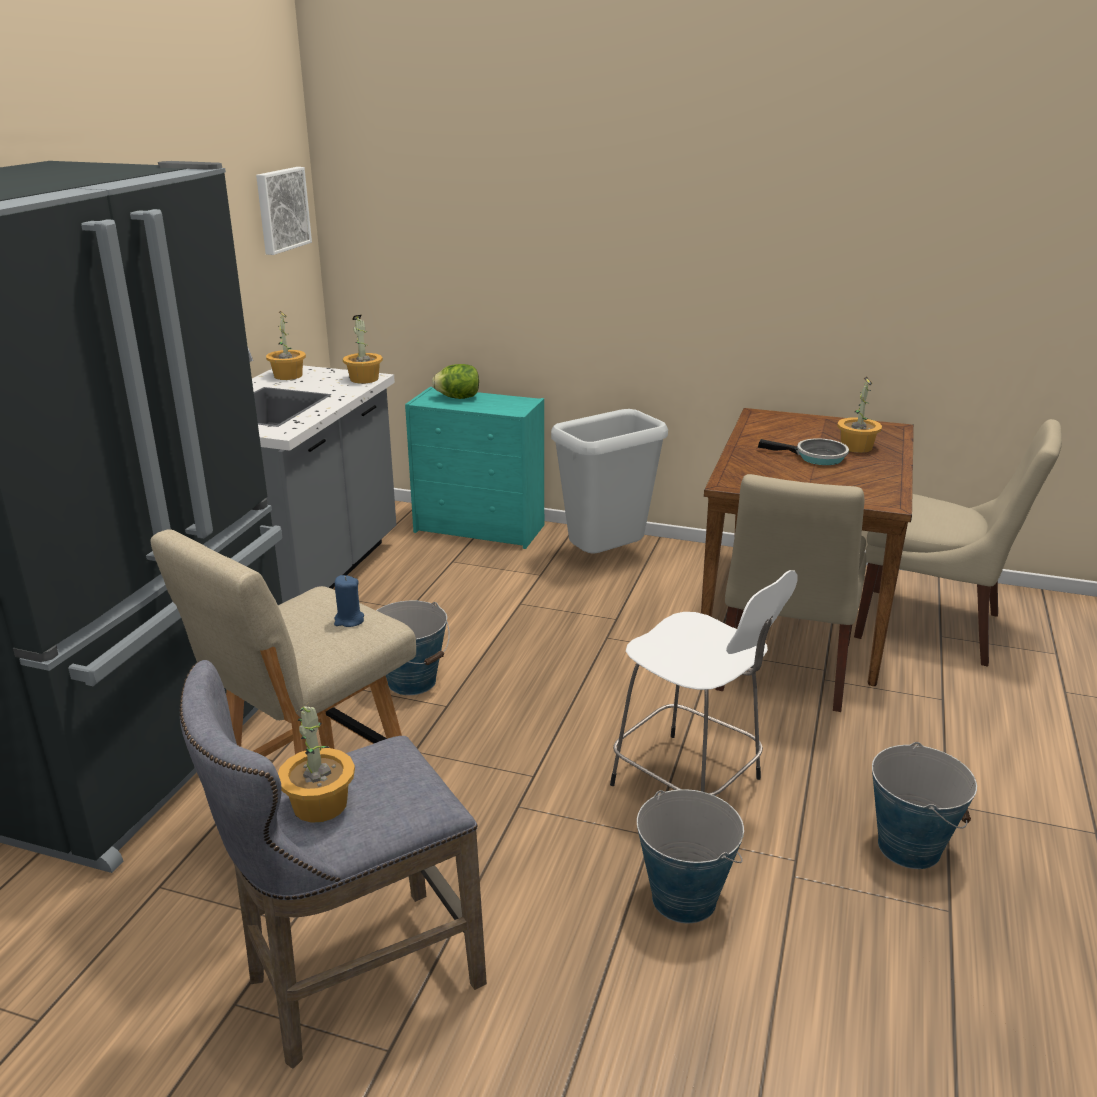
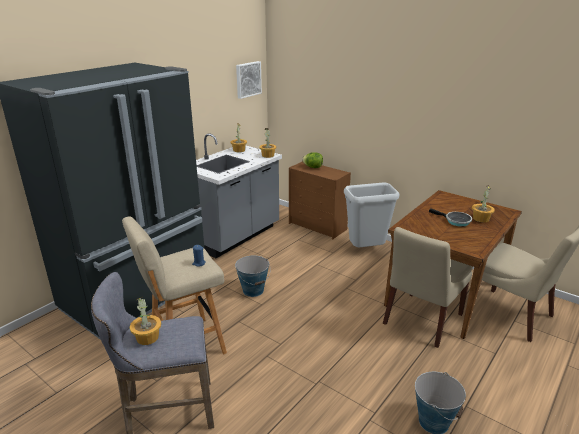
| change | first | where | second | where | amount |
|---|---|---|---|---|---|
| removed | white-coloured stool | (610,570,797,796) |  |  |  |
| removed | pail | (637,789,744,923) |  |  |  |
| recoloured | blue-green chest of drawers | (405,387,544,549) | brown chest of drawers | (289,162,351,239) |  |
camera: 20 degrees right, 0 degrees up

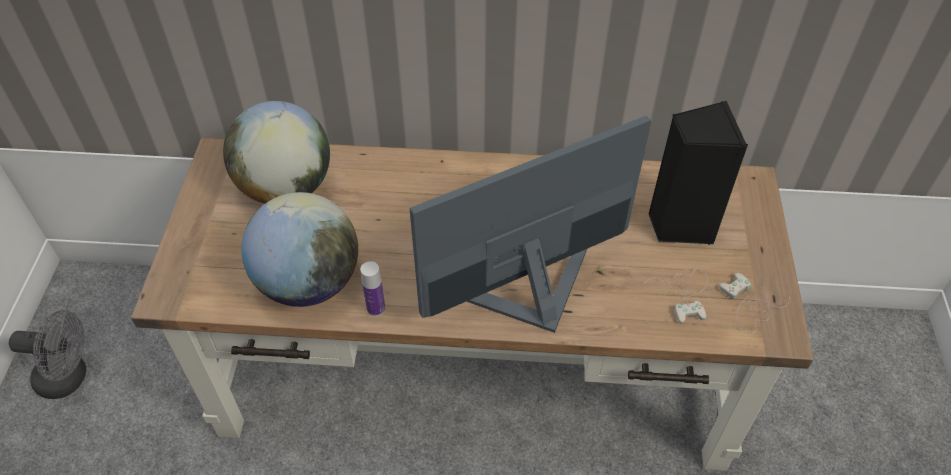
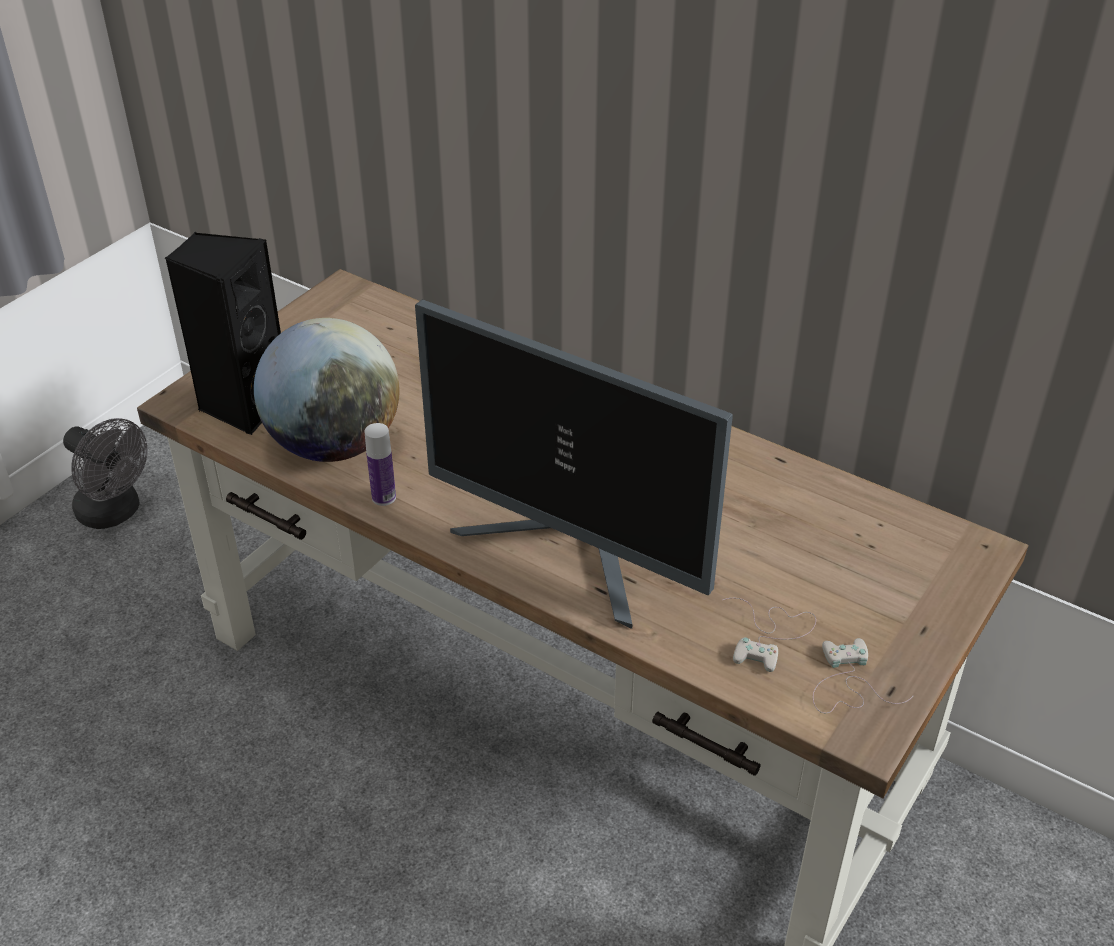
| change | first | where | second | where | amount |
|---|---|---|---|---|---|
| removed | world globe | (223,101,330,204) |  |  |  |
| moved | black audio speaker | (648,101,748,245) |  | (165,232,281,435) |  |
| turned | computer display | (410,116,651,333) |  | (415,300,733,629) | 150 degrees counterclockwise |
camera: 30 degrees right, 10 degrees down

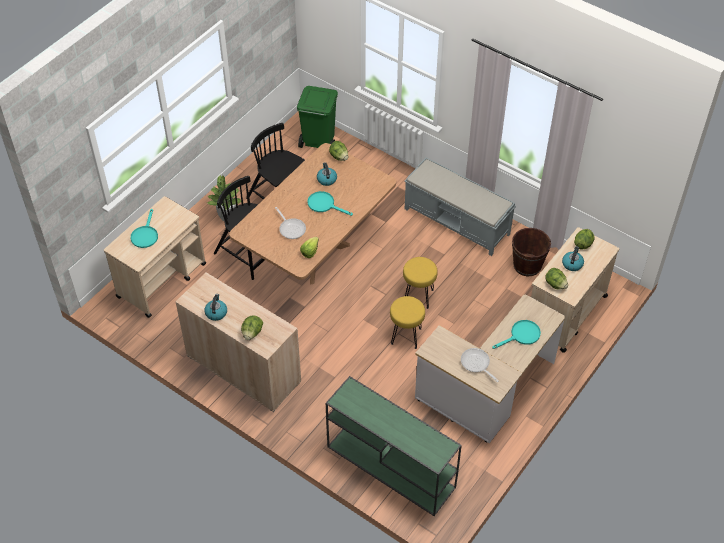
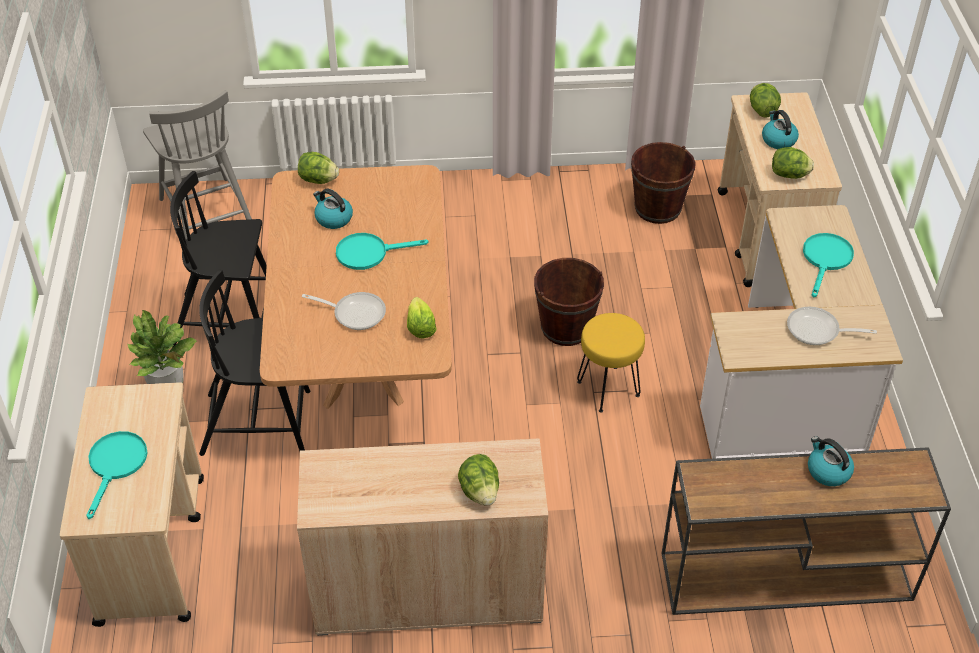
| change | first | where | second | where | amount |
|---|---|---|---|---|---|
| removed | gray long seat | (404,157,516,256) |  |  |  |
| moved | kettle | (204,294,227,321) |  | (808,436,854,486) |  |
| replaced | greenish rubbish bin | (297,86,338,148) | gray plain chair | (143,90,252,240) |  |
| replaced | yellow-coloured stool | (403,257,438,309) | brown pail | (534,258,604,346) |  |
| recoloured | greenish console table | (326,376,462,516) | brown console table | (662,447,951,615) |  |
| turned | blue-green skillet | (131,209,158,248) |  | (86,431,147,519) | 135 degrees counterclockwise |
camera: 40 degrees left, 5 degrees down

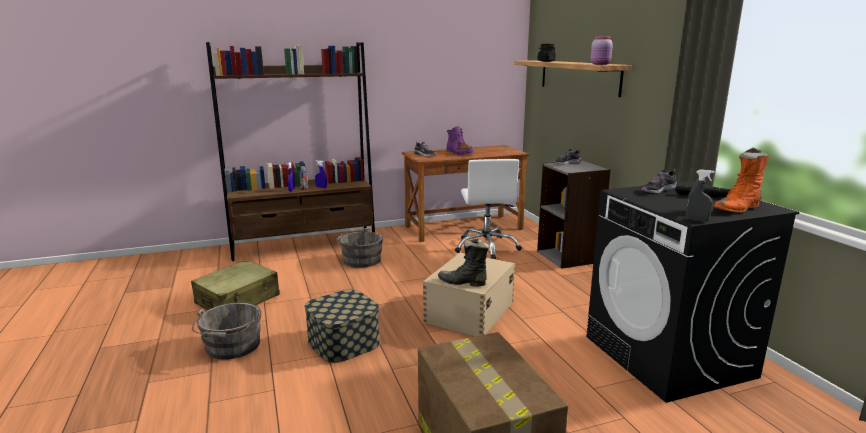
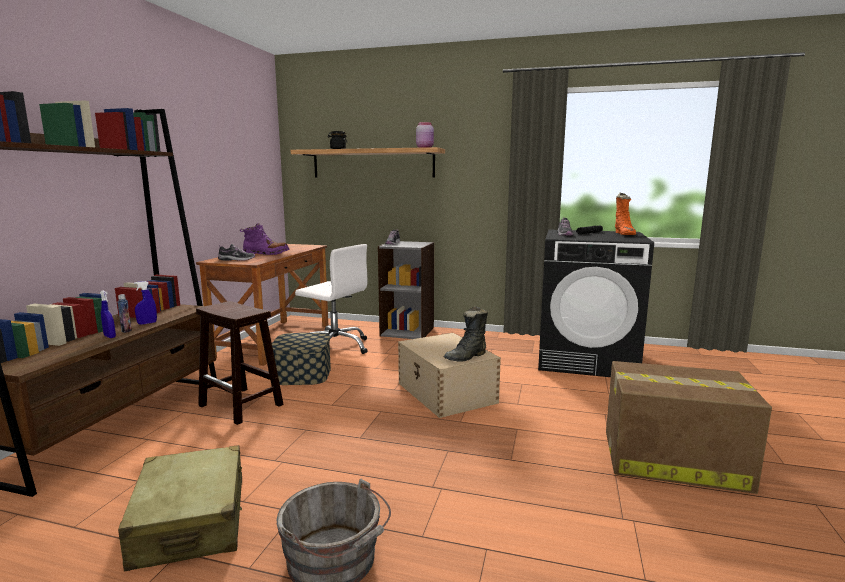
| change | first | where | second | where | amount |
|---|---|---|---|---|---|
| removed | gray sprayer | (686,169,714,222) |  |  |  |
| moved | storage box | (304,290,380,363) |  | (272,333,331,385) |  |
| replaced | gray pail | (335,228,383,268) | brown stool | (196,301,283,425) |  |
camera: 55 degrees left, 5 degrees down

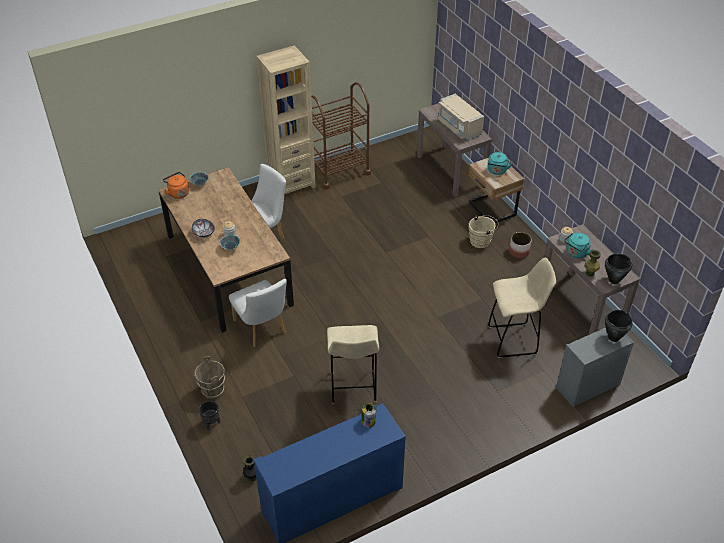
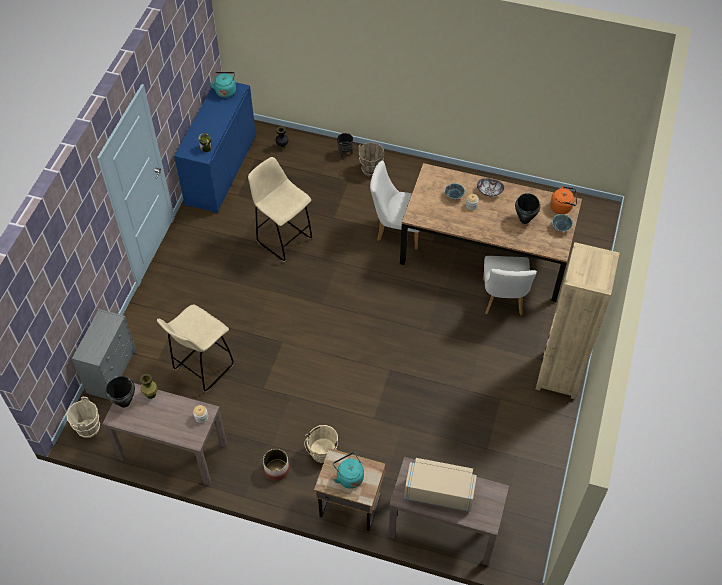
| change | first | where | second | where | amount |
|---|---|---|---|---|---|
| removed | brown wheeled cart | (311,82,371,190) |  |  |  |
| added |  |  | beige pail | (66,397,100,438) |  |
| moved | blue-green kettle | (564,233,593,258) |  | (209,72,236,98) |  |
| moved | black cooking pot | (605,310,632,342) |  | (515,193,540,224) |  |
camera: 135 degrees right, 10 degrees up

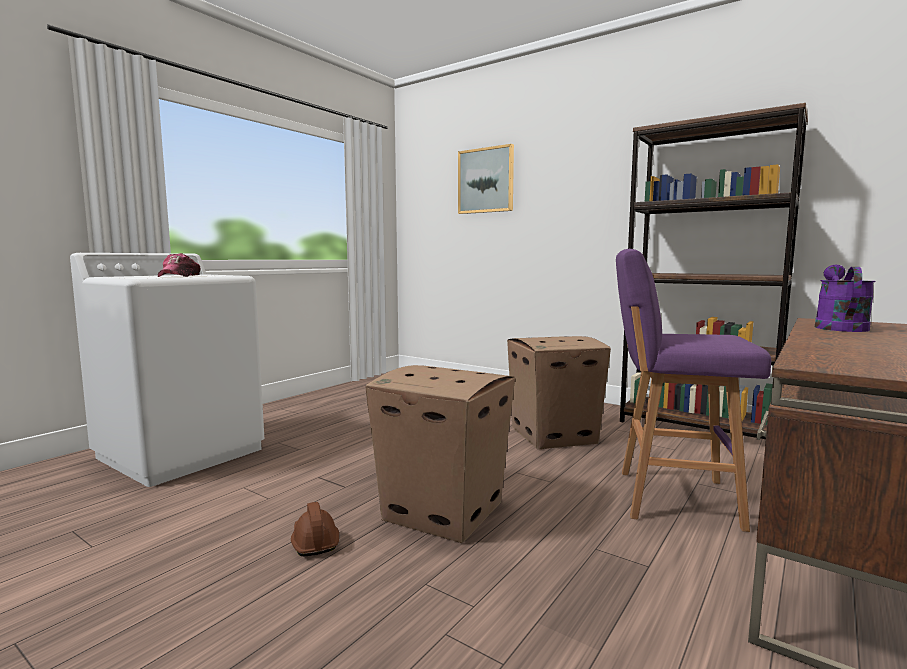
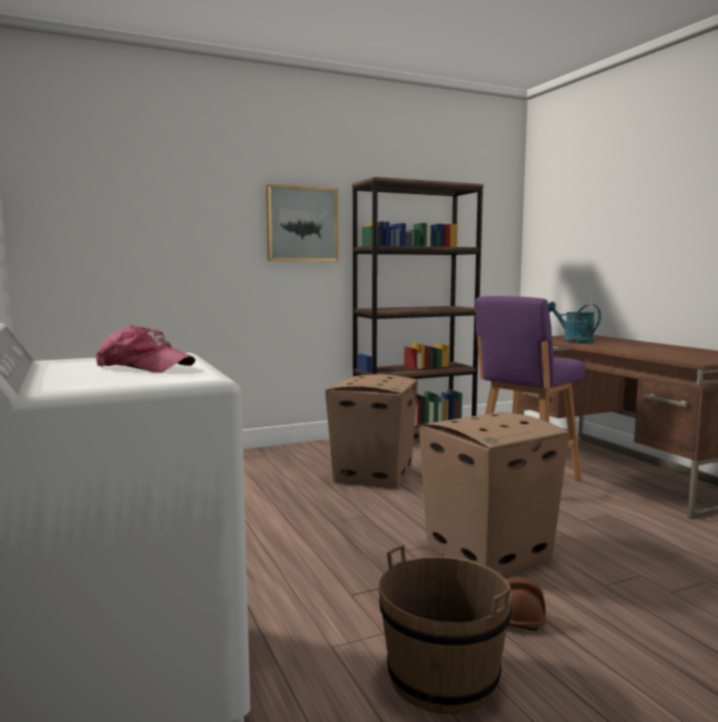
| change | first | where | second | where | amount |
|---|---|---|---|---|---|
| added |  |  | brown pail | (379,545,512,714) |  |
| moved | picture | (458,144,514,214) |  | (266,184,338,261) |  |
| recoloured | purple watering can | (815,265,876,332) | blue-green watering can | (548,302,601,344) |  |
camera: 60 degrees left, 0 degrees up

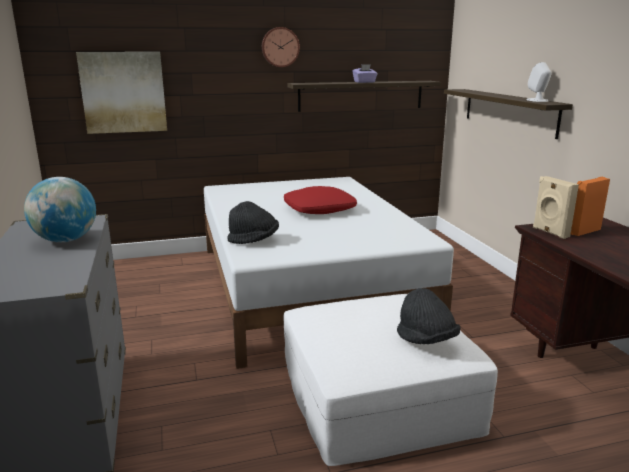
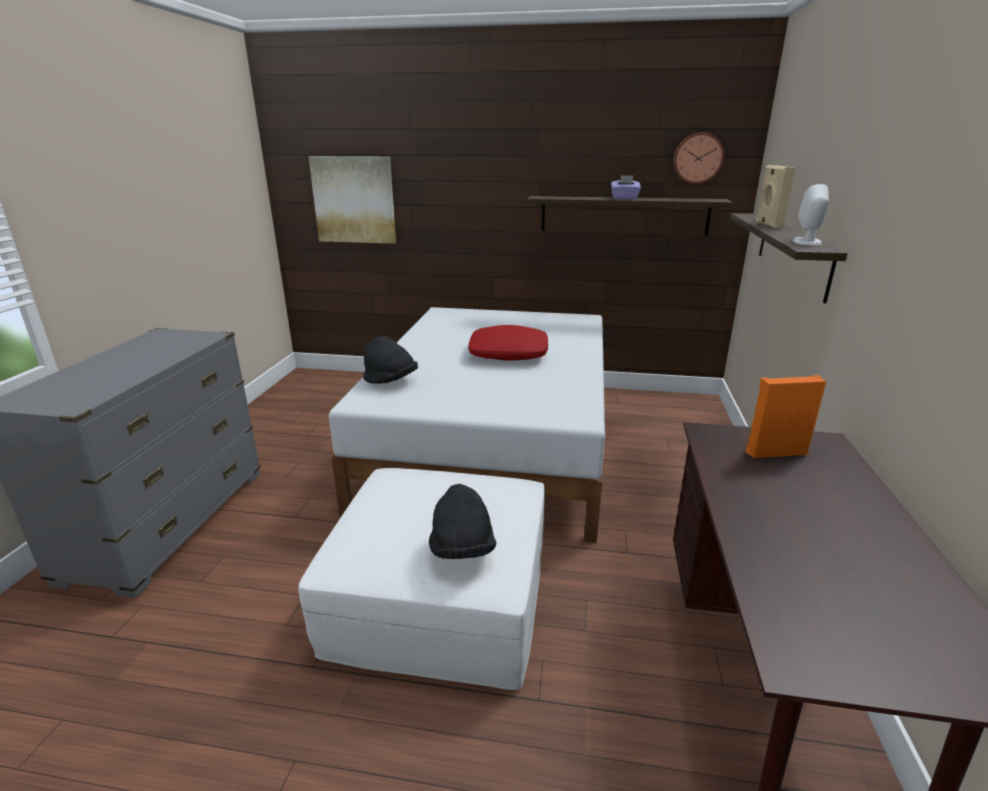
| change | first | where | second | where | amount |
|---|---|---|---|---|---|
| removed | world globe | (24,177,96,242) |  |  |  |
| moved | hanging clock | (262,27,300,67) |  | (674,132,724,184) |  |
| moved | beige audio speaker | (533,176,579,239) |  | (756,165,796,228) |  |
camera: 25 degrees right, 5 degrees up

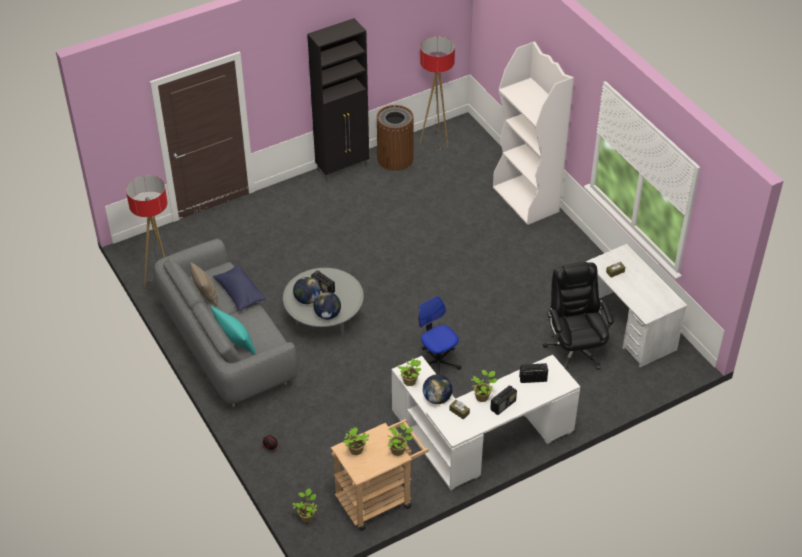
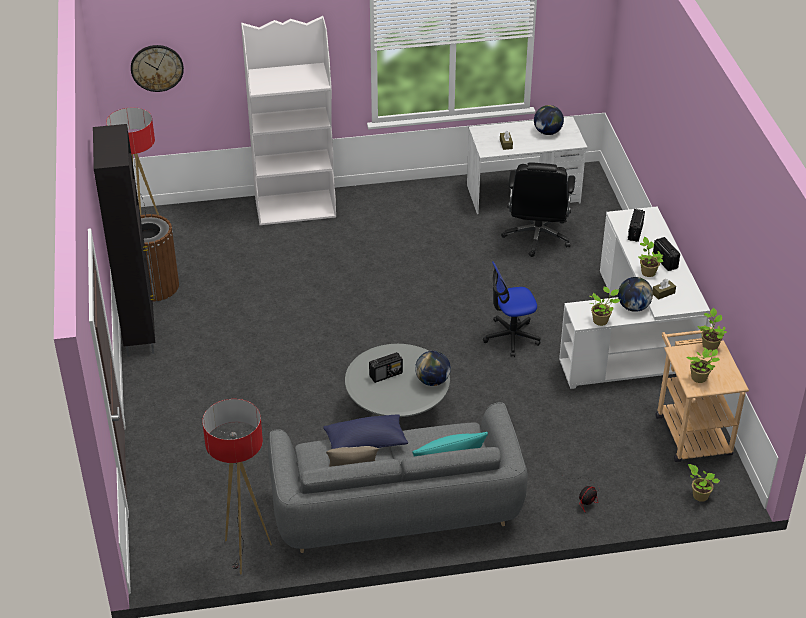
| change | first | where | second | where | amount |
|---|---|---|---|---|---|
| added |  |  | hanging clock | (131,45,184,92) |  |
| moved | world globe | (293,277,320,304) |  | (534,105,564,135) |  |
| turned | black computer chair | (543,262,614,370) |  | (501,162,575,257) | 90 degrees counterclockwise |
camera: 70 degrees left, 5 degrees down

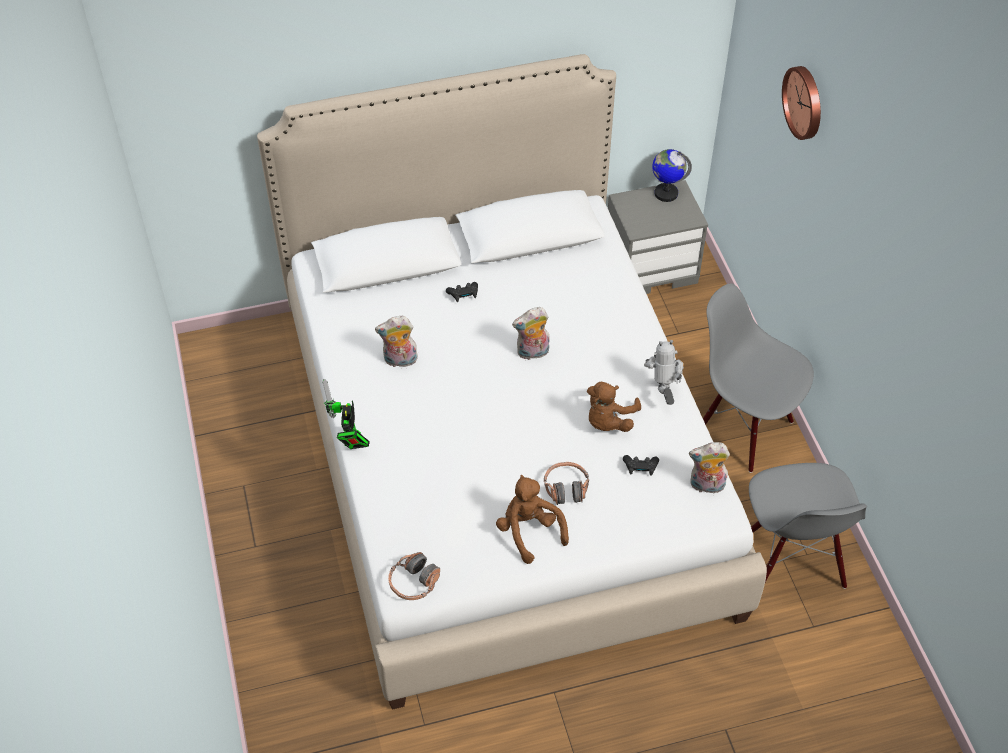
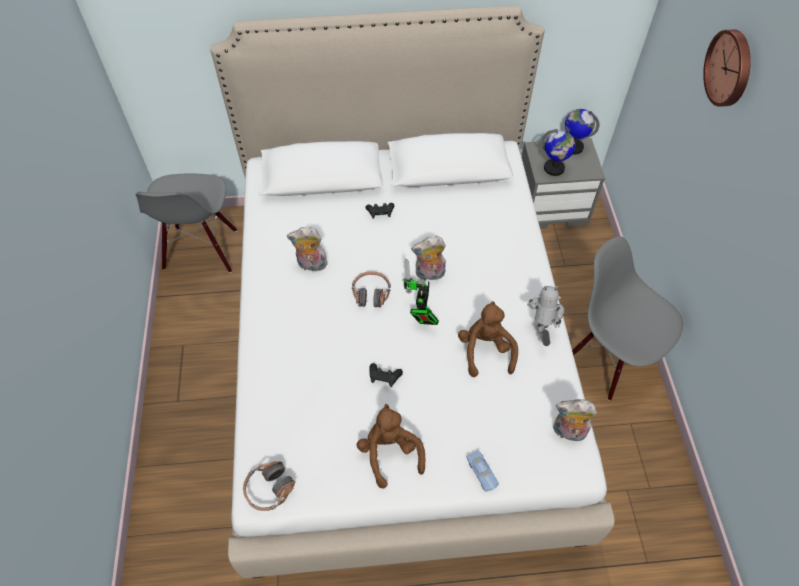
| change | first | where | second | where | amount |
|---|---|---|---|---|---|
| added |  |  | blue miniature car | (467,451,499,492) |  |
| added |  |  | world globe | (542,129,575,176) |  |
| moved | robot figure | (322,379,370,449) |  | (403,259,439,325) |  |
| moved | headset | (544,462,589,505) |  | (352,271,391,308) |  |
| moved | black gamepad | (623,455,659,476) |  | (369,363,403,387) |  |
| moved | gray plain chair | (749,463,867,589) |  | (136,174,237,273) |  |
| turned | brown plush toy | (587,382,641,432) |  | (458,301,518,377) | 135 degrees clockwise |
camera: 10 degrees right, 5 degrees up

